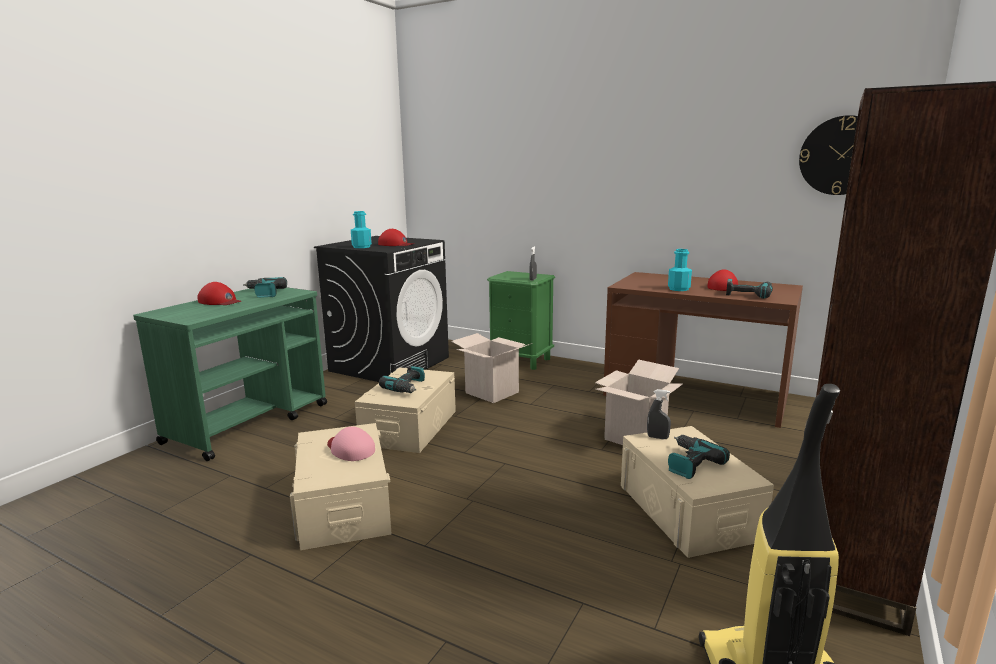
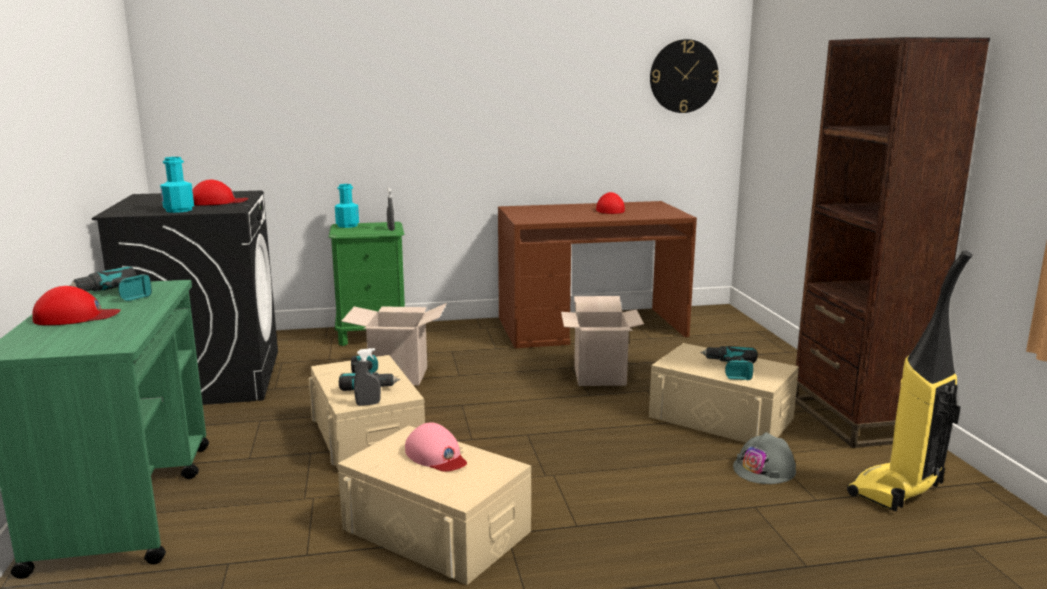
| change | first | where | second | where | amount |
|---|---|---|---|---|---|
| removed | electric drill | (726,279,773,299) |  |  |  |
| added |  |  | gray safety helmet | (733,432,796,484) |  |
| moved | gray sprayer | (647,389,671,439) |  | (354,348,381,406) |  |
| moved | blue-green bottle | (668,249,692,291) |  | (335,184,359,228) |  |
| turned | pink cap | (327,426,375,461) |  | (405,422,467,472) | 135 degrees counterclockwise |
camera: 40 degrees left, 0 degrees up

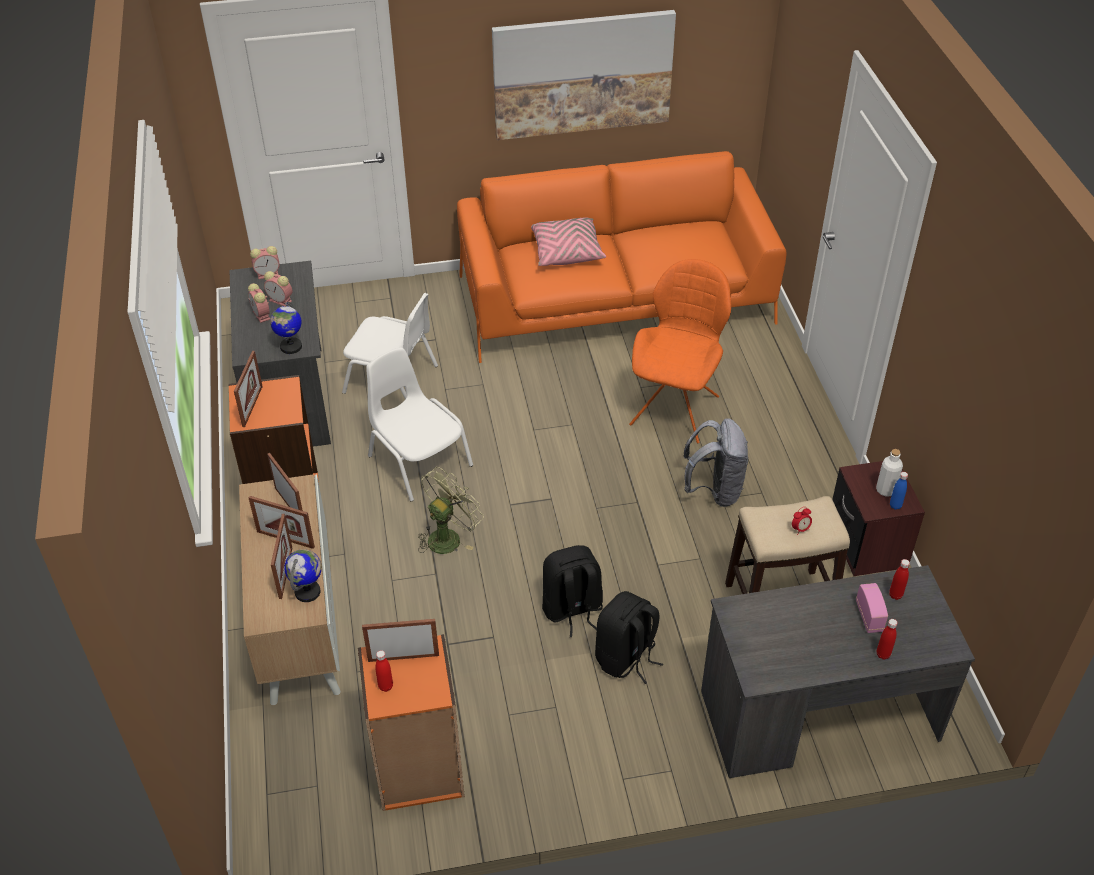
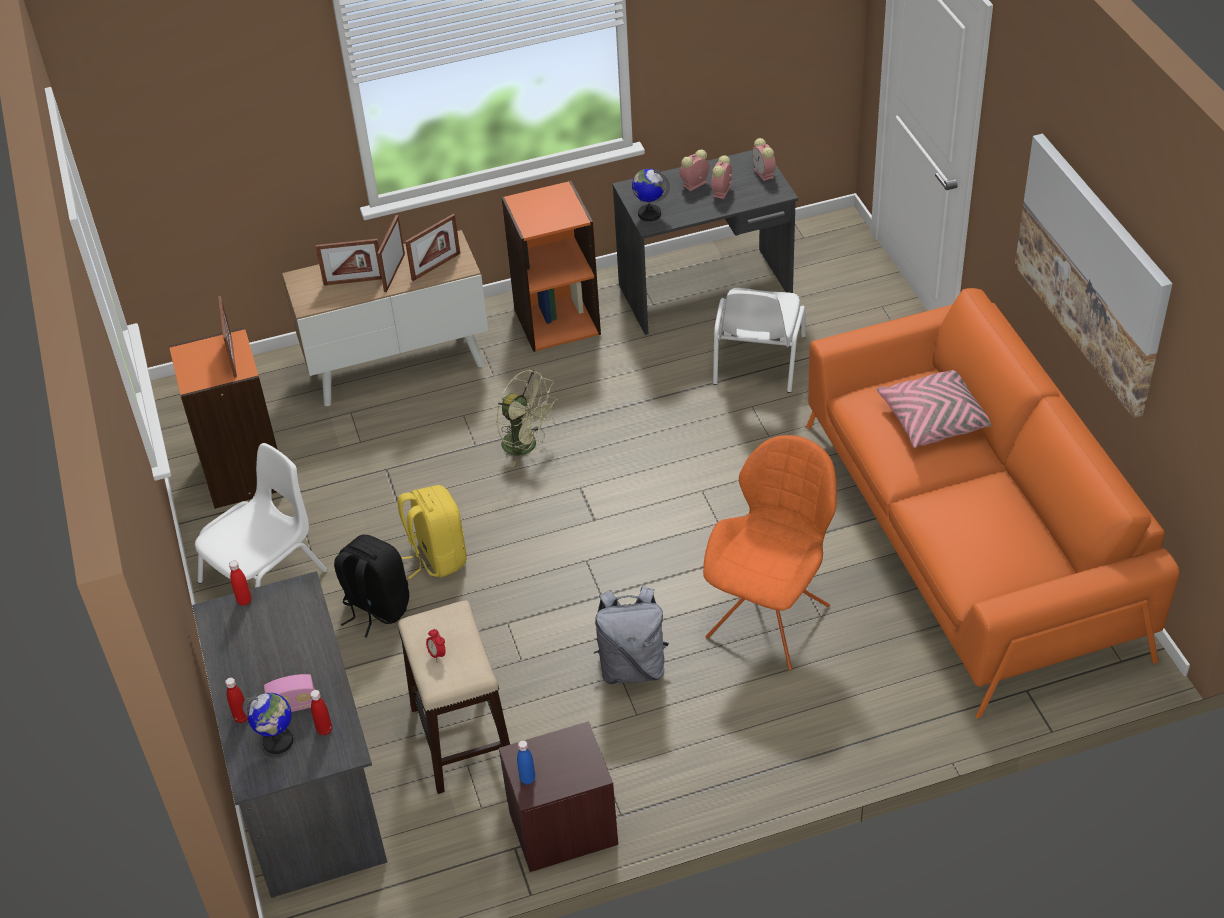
| change | first | where | second | where | amount |
|---|---|---|---|---|---|
| removed | photo frame | (234,351,263,427) |  |  |  |
| removed | white-coloured bottle | (876,449,903,497) |  |  |  |
| moved | world globe | (284,549,322,602) |  | (243,693,293,754) |  |
| moved | white-coloured plain chair | (366,347,473,502) |  | (195,443,327,588) |  |
| moved | reddish bottle | (375,650,393,692) |  | (229,561,251,606) |  |
| recoloured | black knapsack | (542,545,603,637) | yellow-coloured knapsack | (397,485,466,579) |  |
| turned | orange-coloured plain chair | (629,259,731,443) |  | (703,435,837,671) | 75 degrees counterclockwise |
camera: 85 degrees right, 0 degrees up

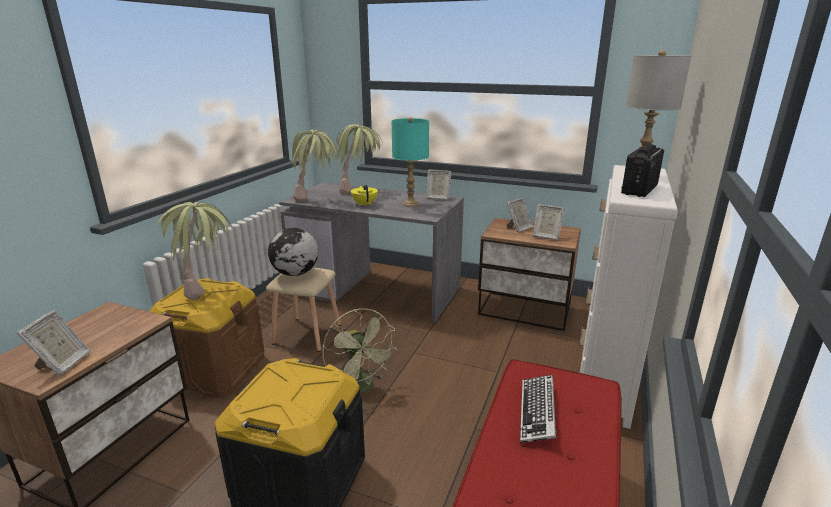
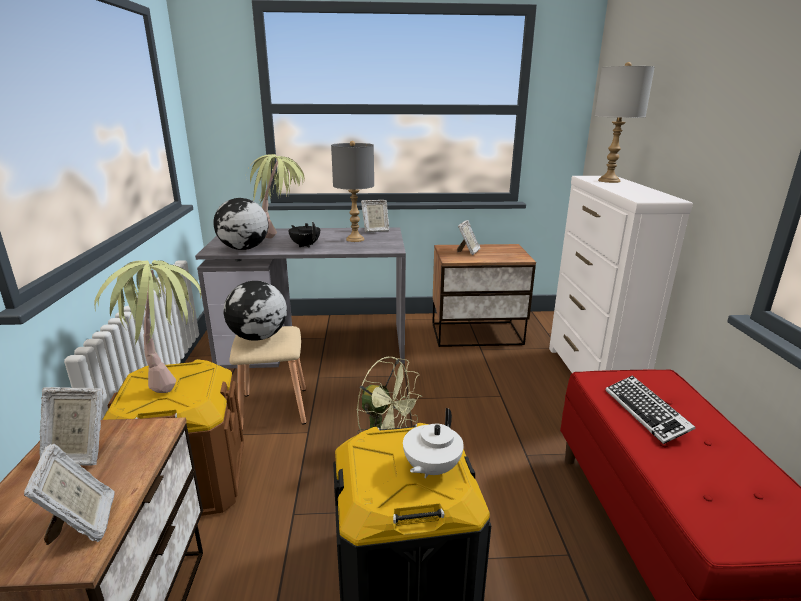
| change | first | where | second | where | amount |
|---|---|---|---|---|---|
| removed | radio receiver | (621,144,664,197) |  |  |  |
| added |  |  | white-coloured teapot | (403,408,464,478) |  |
| moved | photo frame | (533,204,564,240) |  | (39,387,103,465) |  |
| replaced | houseplant | (292,130,336,202) | world globe | (213,198,269,250) |  |
| recoloured | yellow-coloured teapot | (351,185,378,206) | black teapot | (288,222,320,248) |  |
| recoloured | blue-green lamp for a table | (392,117,429,207) | gray lamp for a table | (331,141,374,242) |  |
camera: 25 degrees left, 0 degrees up

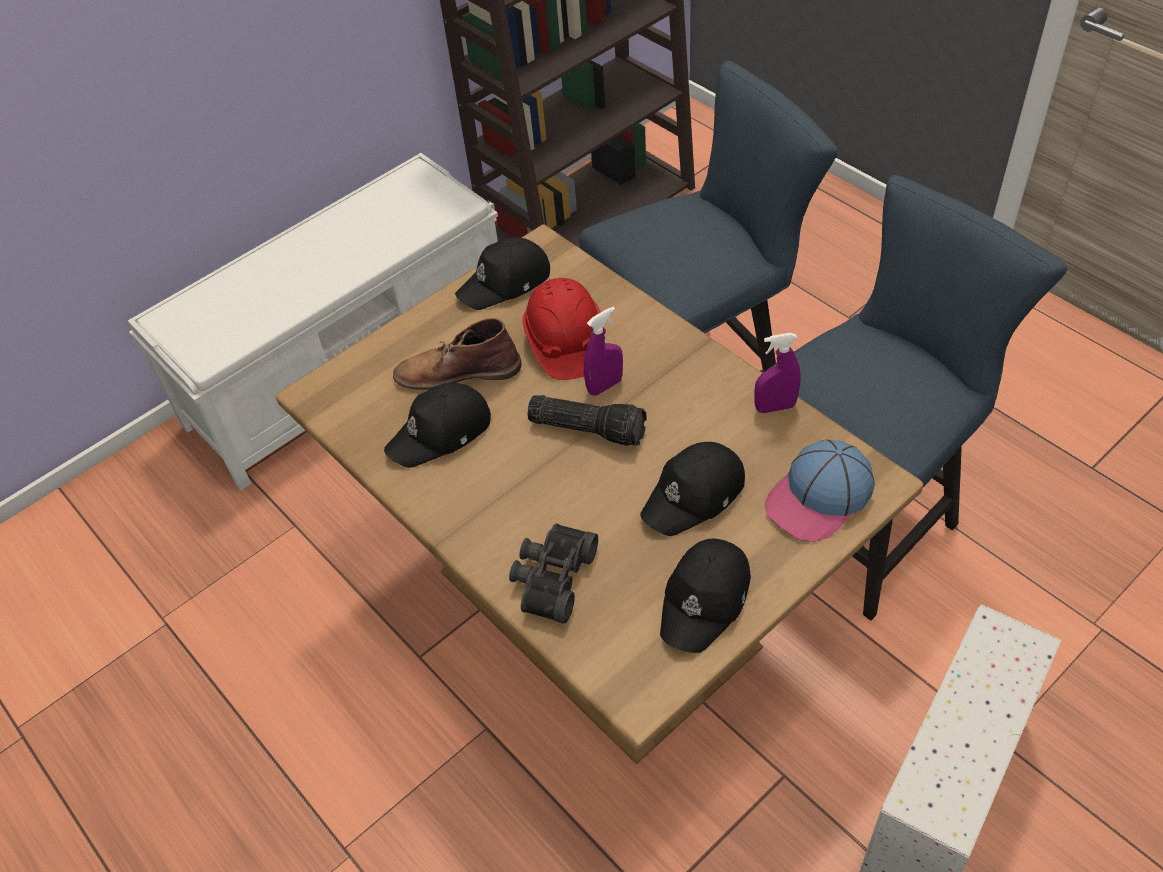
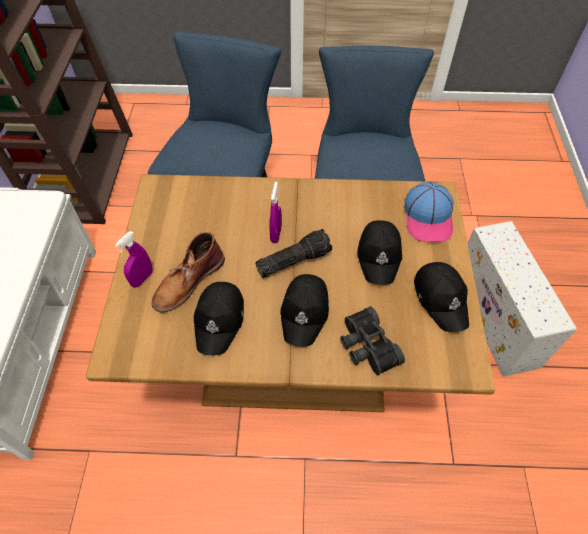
| change | first | where | second | where | amount |
|---|---|---|---|---|---|
| removed | reddish safety helmet | (522,278,605,380) |  |  |  |
| moved | black cap | (455,237,550,310) |  | (280,274,329,347) |  |
| moved | purple sprayer | (754,333,801,413) |  | (115,231,153,288) |  |
camera: 50 degrees left, 5 degrees up

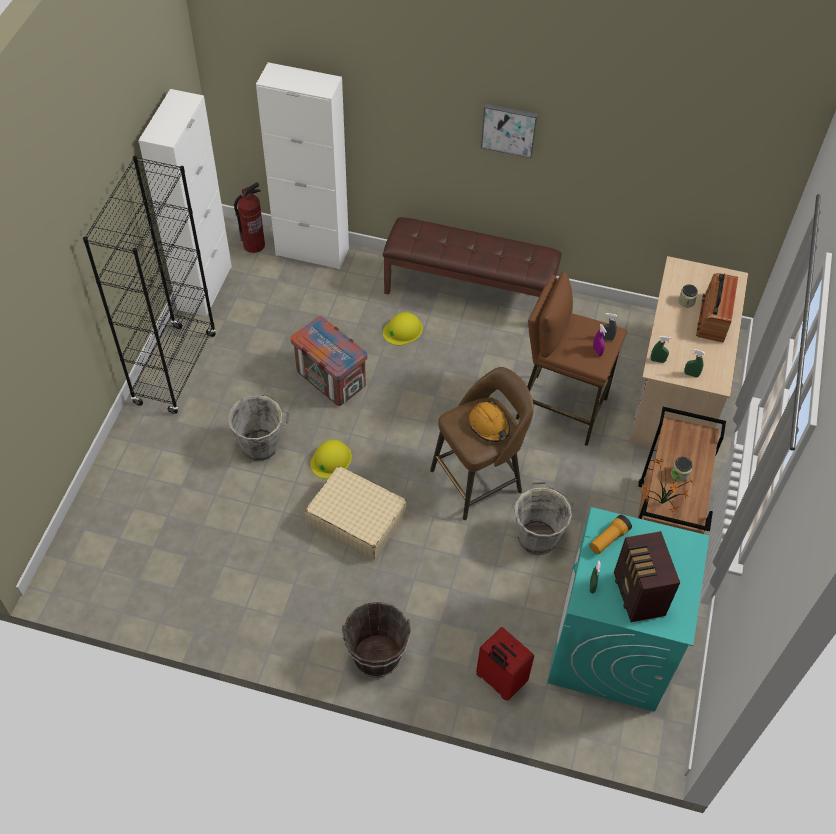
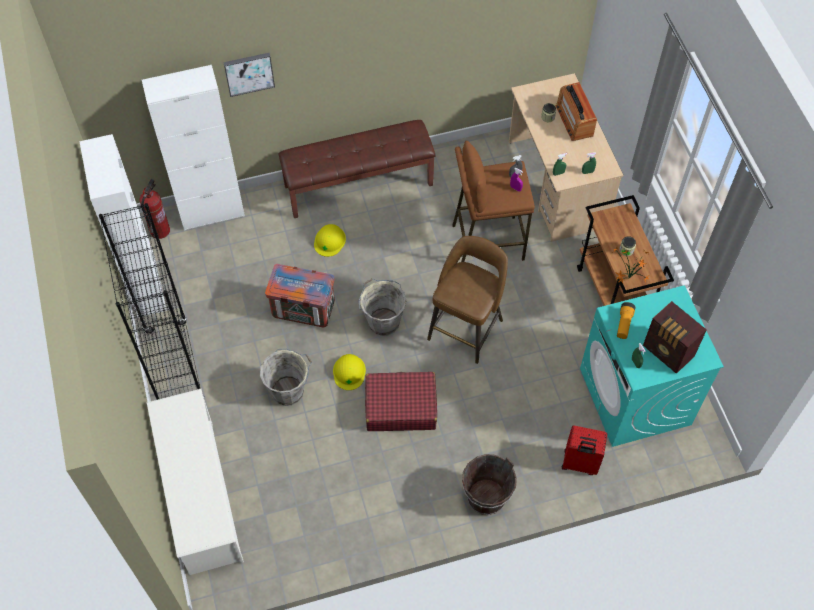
| change | first | where | second | where | amount |
|---|---|---|---|---|---|
| removed | orange-coloured safety helmet | (469,401,510,442) |  |  |  |
| added |  |  | white-coloured shoe shelf | (147,389,244,575) |  |
| moved | picture | (481,104,538,158) |  | (223,53,275,97) |  |
| moved | gray pail | (512,482,573,555) |  | (358,278,406,336) |  |
| recoloured | beige suitcase | (305,466,407,560) | reddish suitcase | (365,372,437,431) |  |
camera: 30 degrees left, 5 degrees up

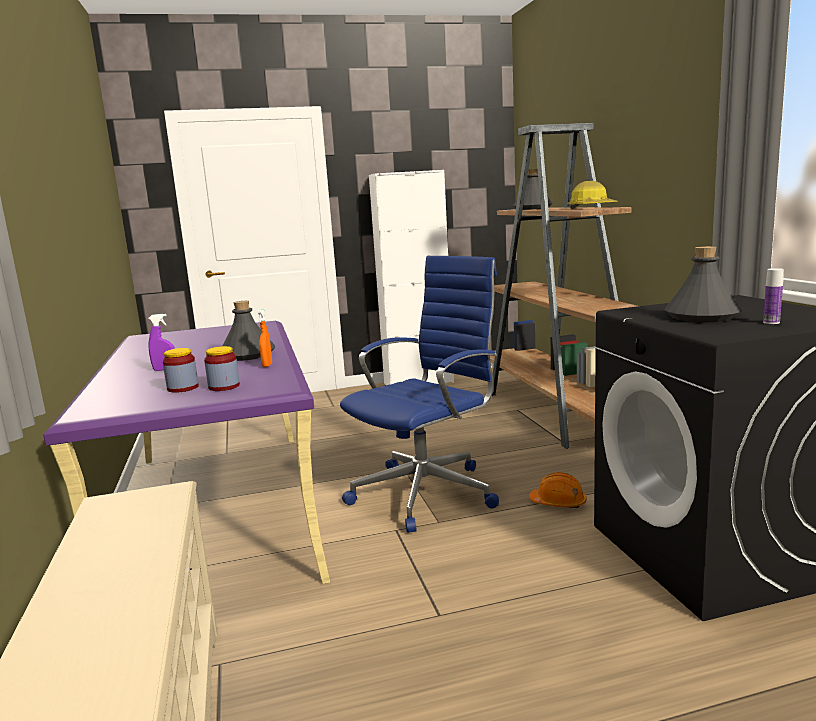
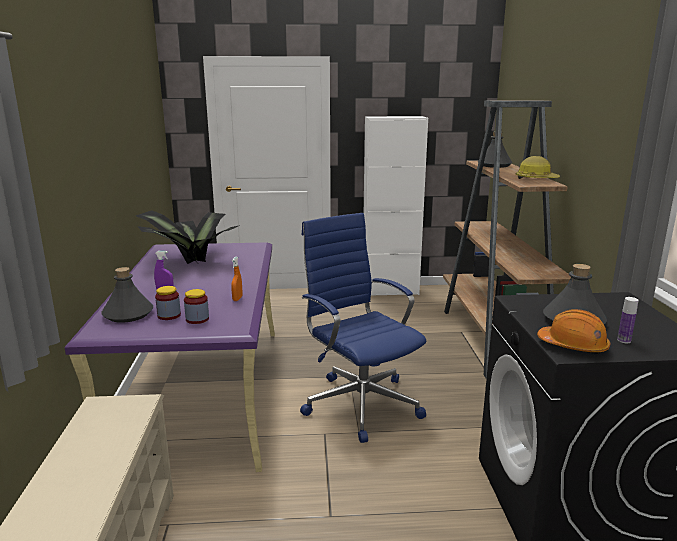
| change | first | where | second | where | amount |
|---|---|---|---|---|---|
| added |  |  | houseplant | (136,210,240,264) |  |
| moved | gray bottle | (222,301,275,361) |  | (101,267,153,323) |  |
| moved | orange-coloured safety helmet | (529,472,587,509) |  | (537,309,610,354) |  |
| turned | blue computer chair | (340,256,499,533) |  | (300,213,426,443) | 90 degrees counterclockwise |
camera: 10 degrees right, 5 degrees up

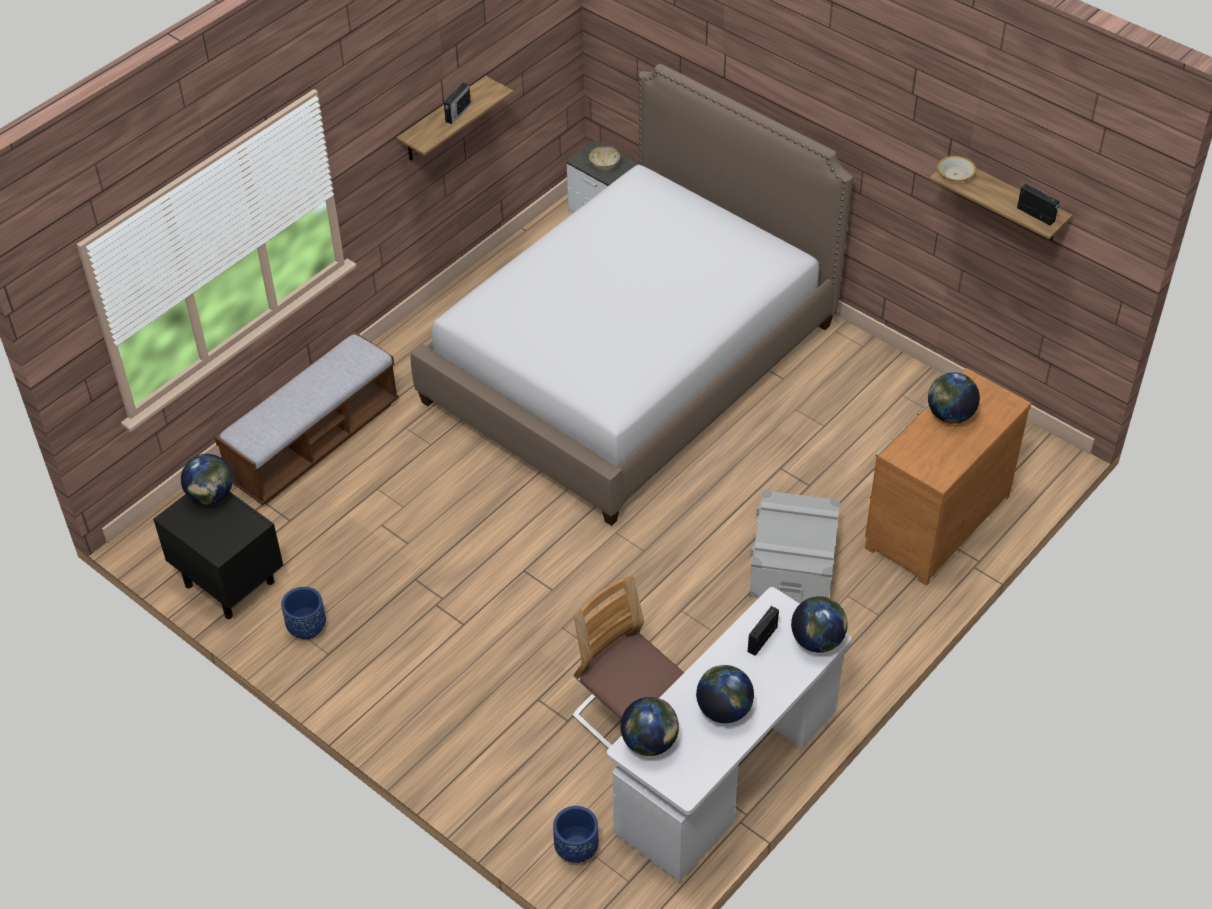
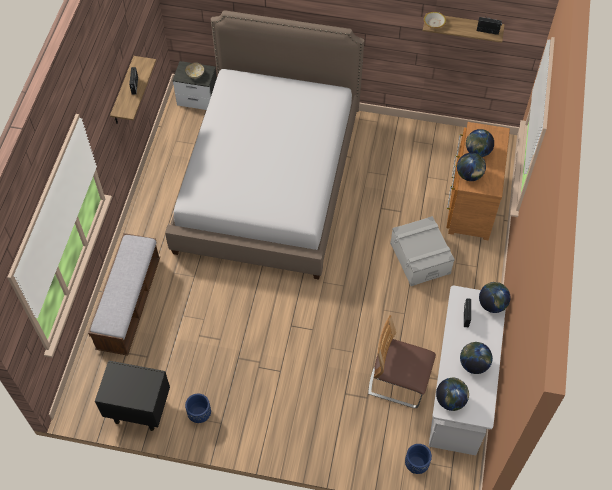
| change | first | where | second | where | amount |
|---|---|---|---|---|---|
| moved | world globe | (181,454,233,505) |  | (457,153,486,181) |  |
camera: 30 degrees left, 10 degrees up

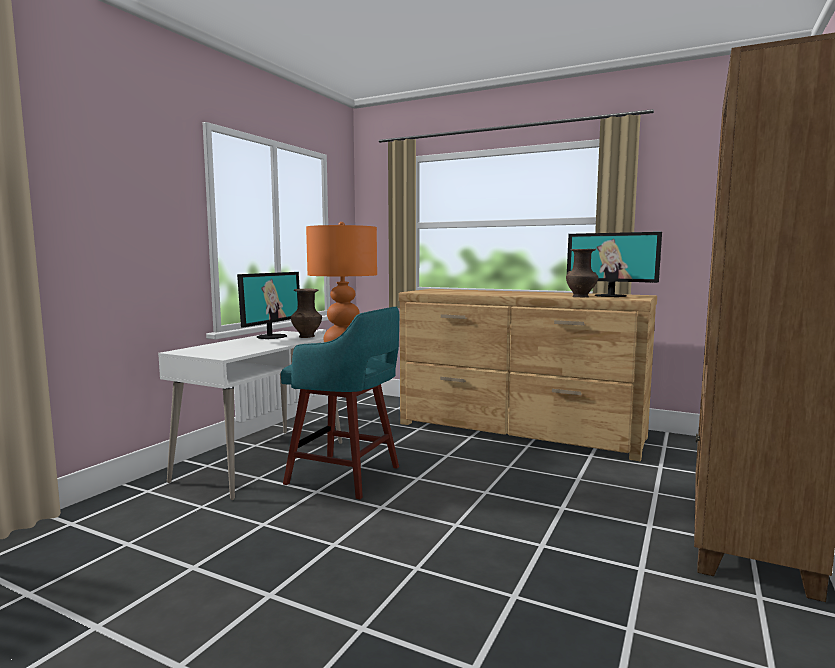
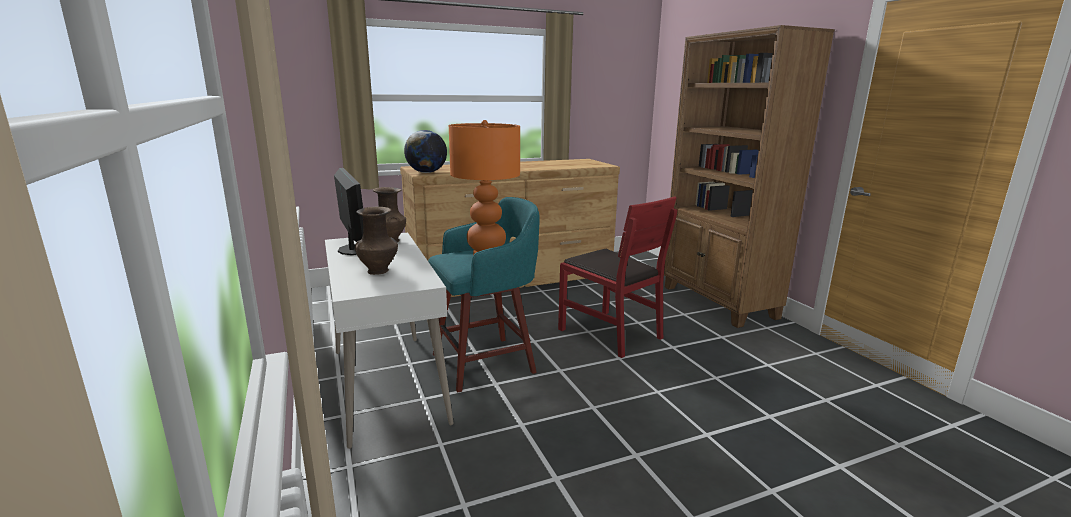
| change | first | where | second | where | amount |
|---|---|---|---|---|---|
| removed | computer display | (567,232,662,297) |  |  |  |
| added |  |  | world globe | (404,130,447,173) |  |
| added |  |  | reddish plain chair | (558,196,677,358) |  |
| moved | brown flower vase | (566,249,598,298) |  | (355,207,398,275) |  |
camera: 50 degrees left, 10 degrees up

